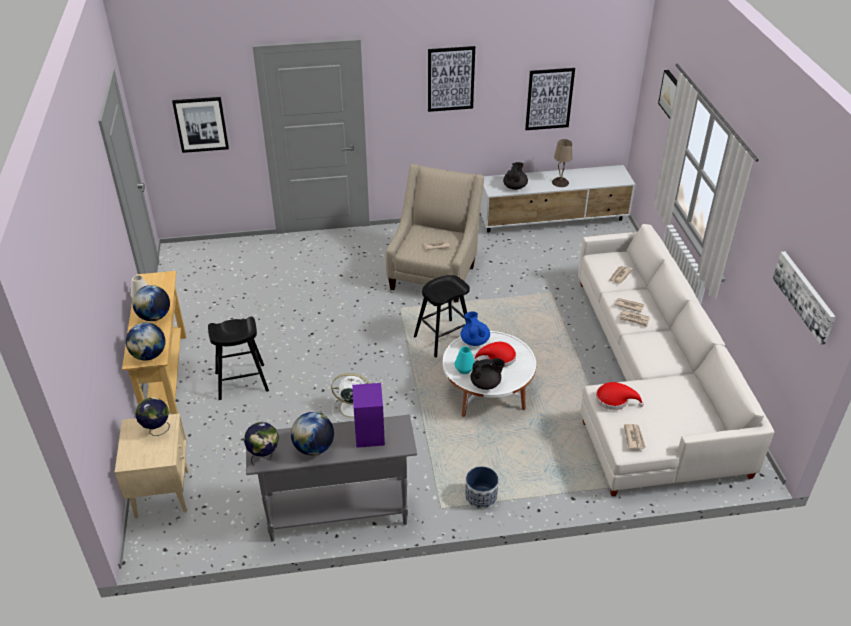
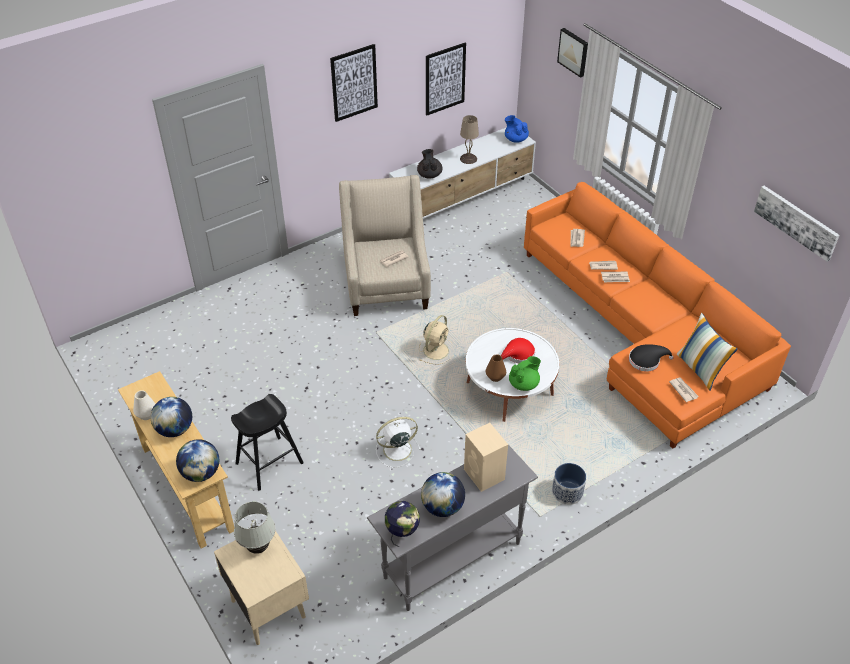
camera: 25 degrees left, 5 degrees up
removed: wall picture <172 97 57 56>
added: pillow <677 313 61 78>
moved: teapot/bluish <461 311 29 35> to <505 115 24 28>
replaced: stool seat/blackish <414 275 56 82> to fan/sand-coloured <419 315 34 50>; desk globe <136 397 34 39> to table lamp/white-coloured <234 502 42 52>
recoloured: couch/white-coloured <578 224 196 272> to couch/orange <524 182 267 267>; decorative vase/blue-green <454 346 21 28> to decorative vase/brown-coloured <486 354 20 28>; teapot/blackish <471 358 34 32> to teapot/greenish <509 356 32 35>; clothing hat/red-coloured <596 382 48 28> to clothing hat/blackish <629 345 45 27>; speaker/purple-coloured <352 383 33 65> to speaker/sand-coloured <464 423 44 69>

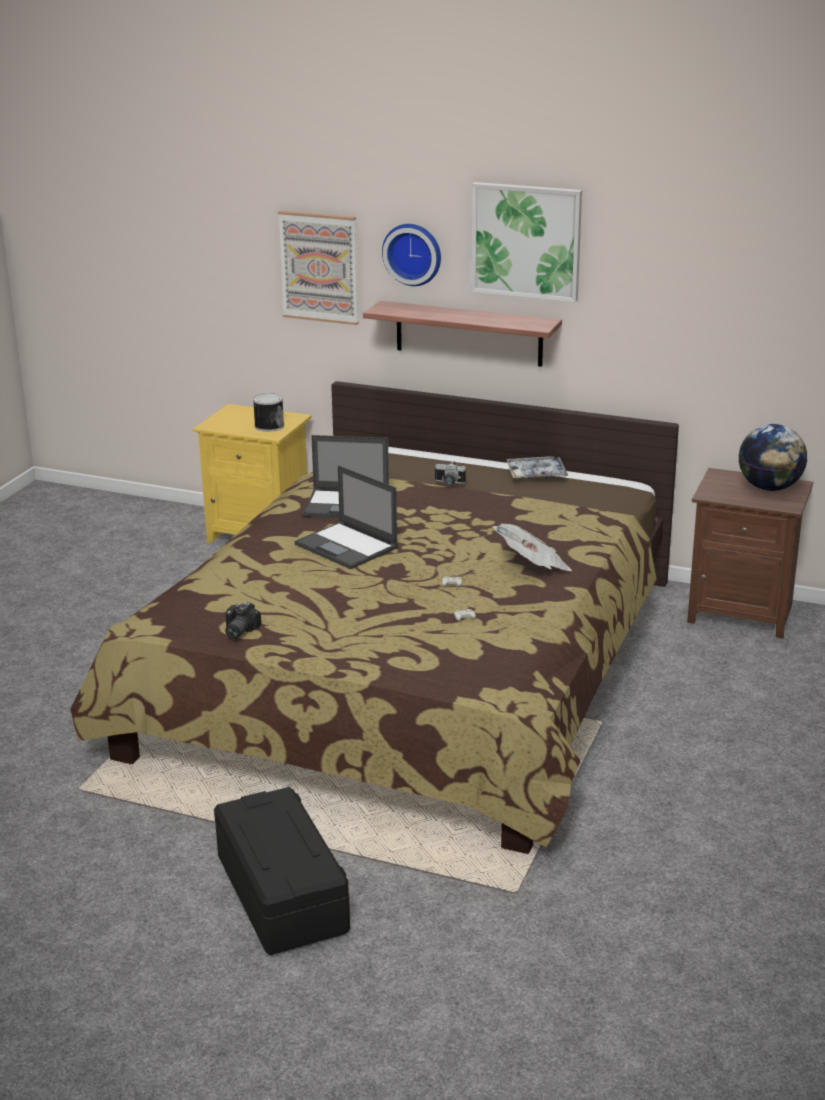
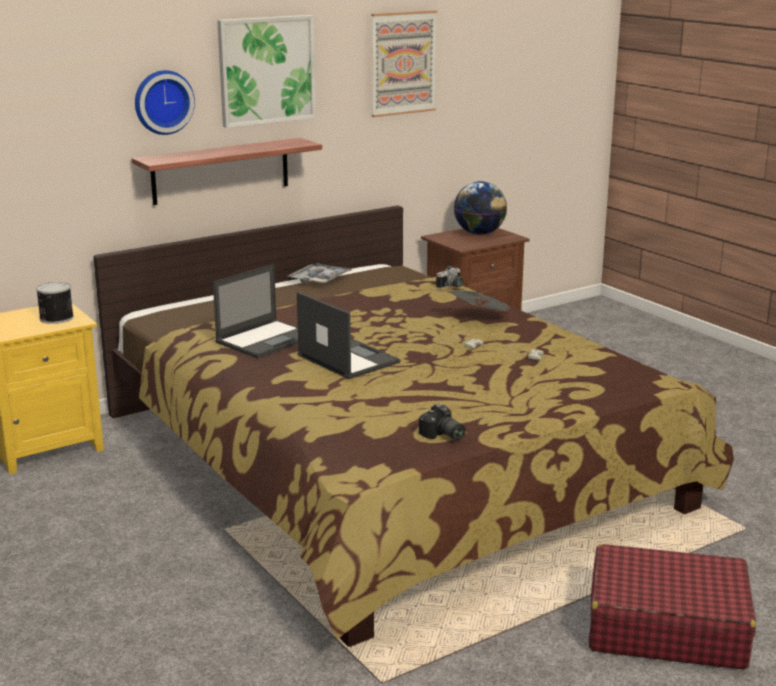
camera: 55 degrees left, 5 degrees down
moved: wall picture <278 211 81 114> to <371 10 66 107>; still camera <435 461 31 25> to <436 266 28 23>
replaced: storage box/blackish <214 787 136 168> to suitcase/red-coloured <589 544 167 126>
turned: notebook computer <294 465 104 104> = <297 292 104 87> 120 degrees counterclockwise

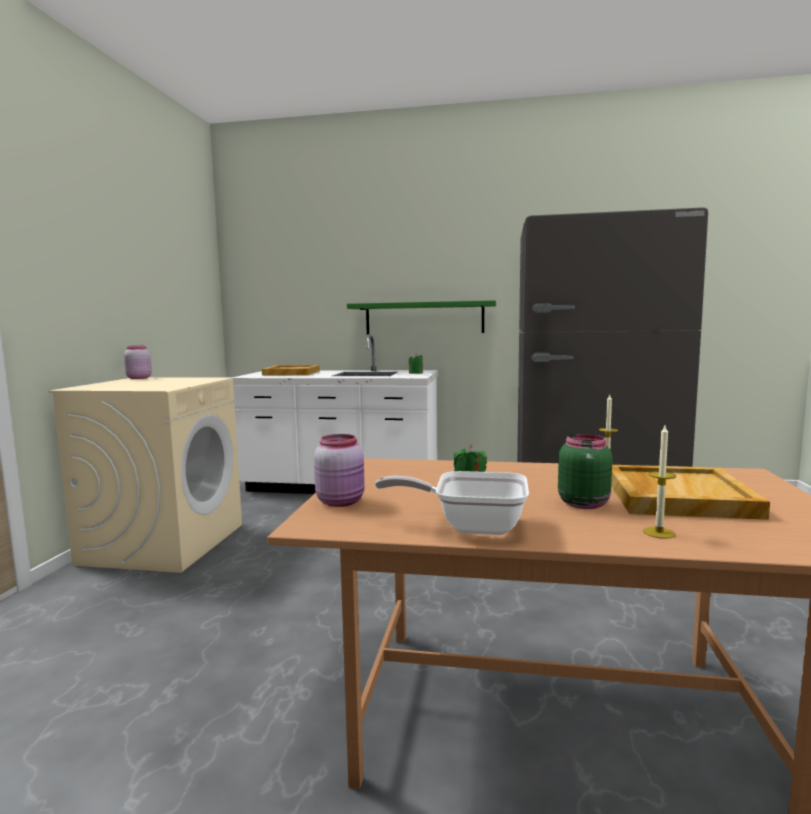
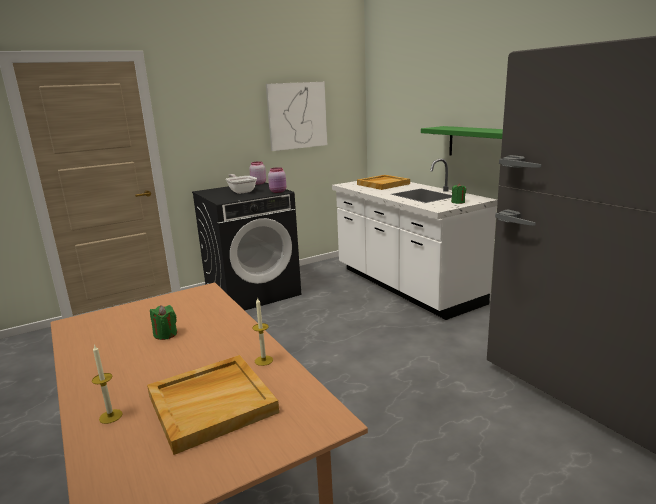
camera: 50 degrees right, 10 degrees up
removed: preserve jar/greenish <558 434 55 75>
added: wall picture <266 82 61 69>
moved: preserve jar/pink <314 434 51 73> to <268 167 18 26>; frying pan <375 471 154 64> to <226 174 31 20>
recoloured: washing machine/sand-coloured <49 377 193 196> to washing machine/blackish <192 182 109 128>

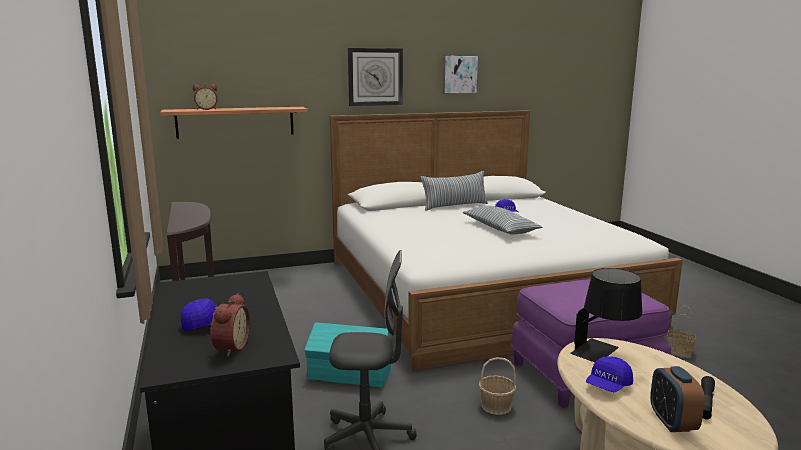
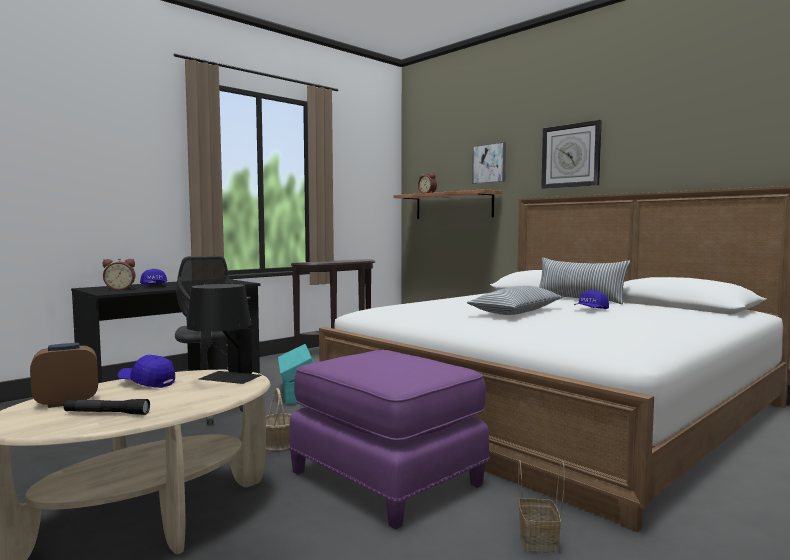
camera: 65 degrees right, 10 degrees down
moved: wall picture <443 55 36 39> to <472 142 34 42>

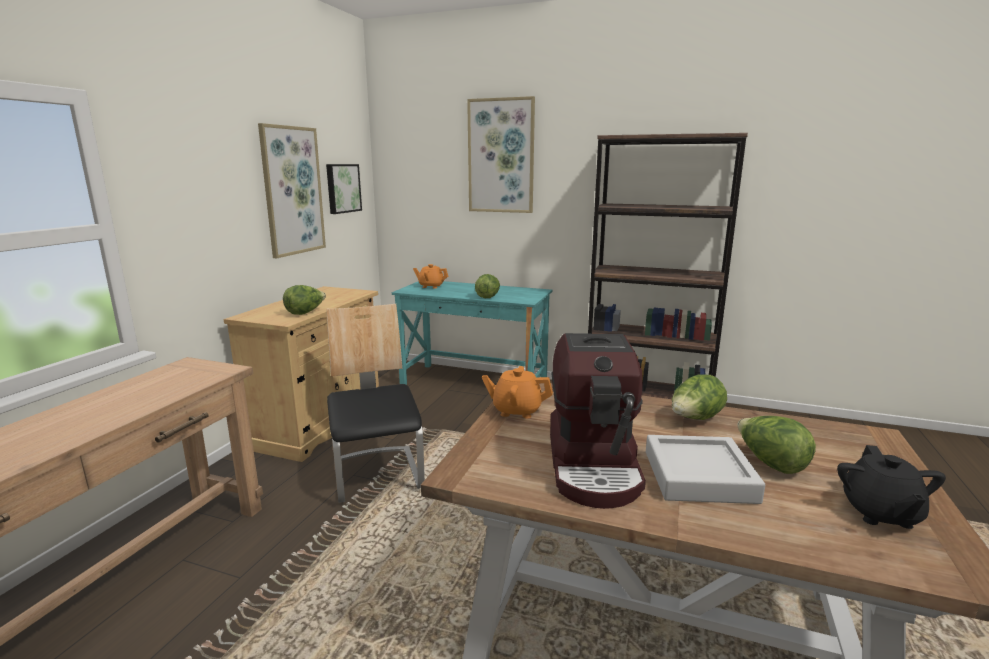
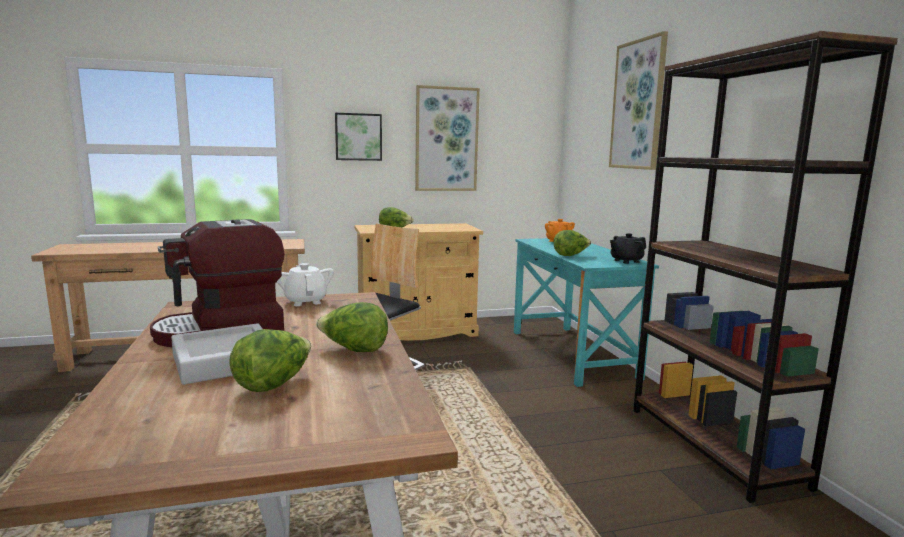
camera: 55 degrees right, 5 degrees down
moved: wall picture <326 164 36 50> to <335 113 47 48>; teapot/blackish <837 445 109 84> to <610 233 36 31>
recoloured: teapot/orange <482 366 71 52> to teapot/white-coloured <277 263 57 43>

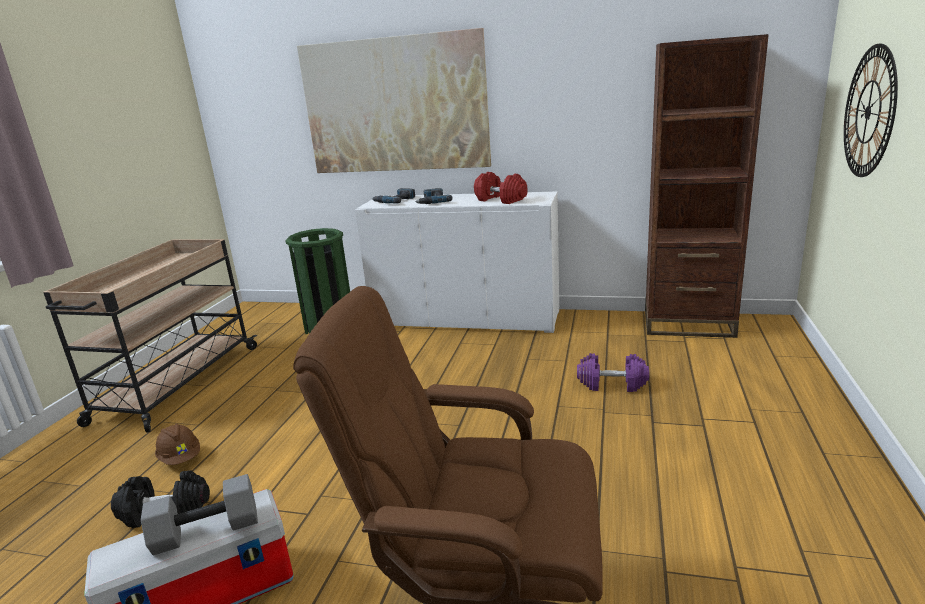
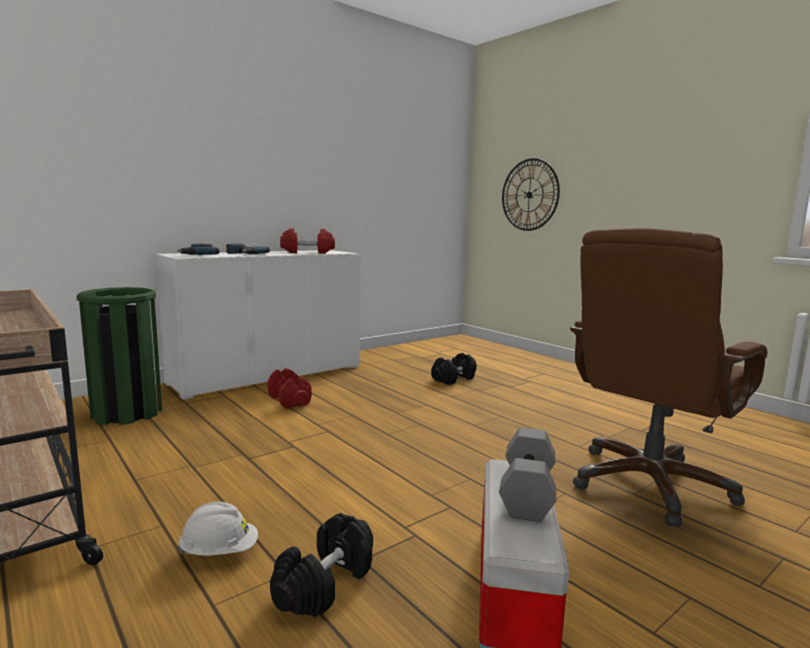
camera: 55 degrees left, 10 degrees down
removed: wall picture <297 28 194 145>; shelving unit/brown-coloured <645 34 124 304>
added: free weight/red-coloured <268 368 44 41>
recoloured: free weight/purple-coloured <577 353 72 39> to free weight/blackish <431 353 46 32>; work helmet/brown-coloured <155 424 45 41> to work helmet/white-coloured <178 502 80 54>

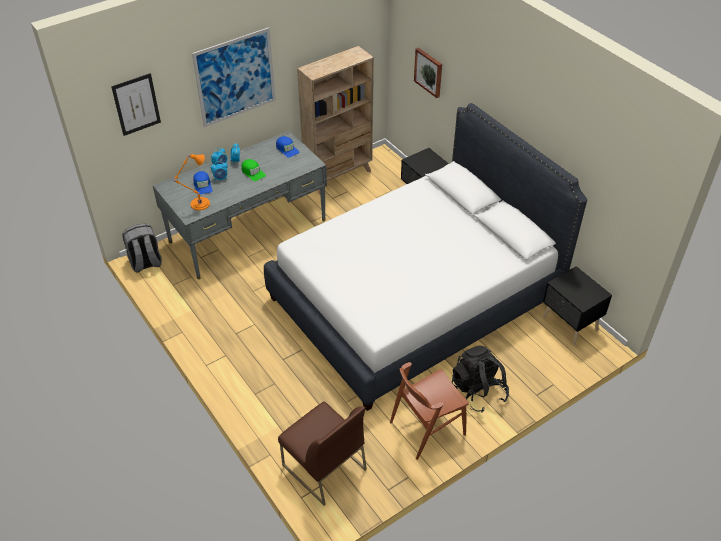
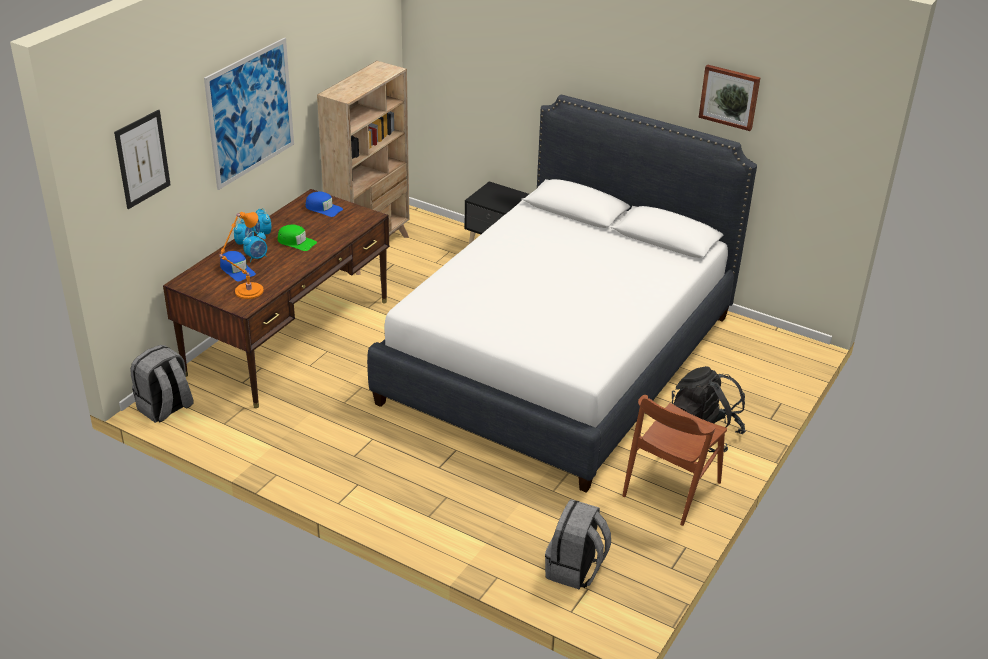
camera: 25 degrees left, 10 degrees down
removed: night table/blackish <542 266 70 79>
moved: wall picture <414 47 28 51> to <698 64 63 67>
replaced: chair/brown-coloured <278 402 89 104> to rucksack/gray <545 499 66 91>
recoloured: desk unit/gray <153 131 174 148> to desk unit/brown-coloured <163 189 226 219>

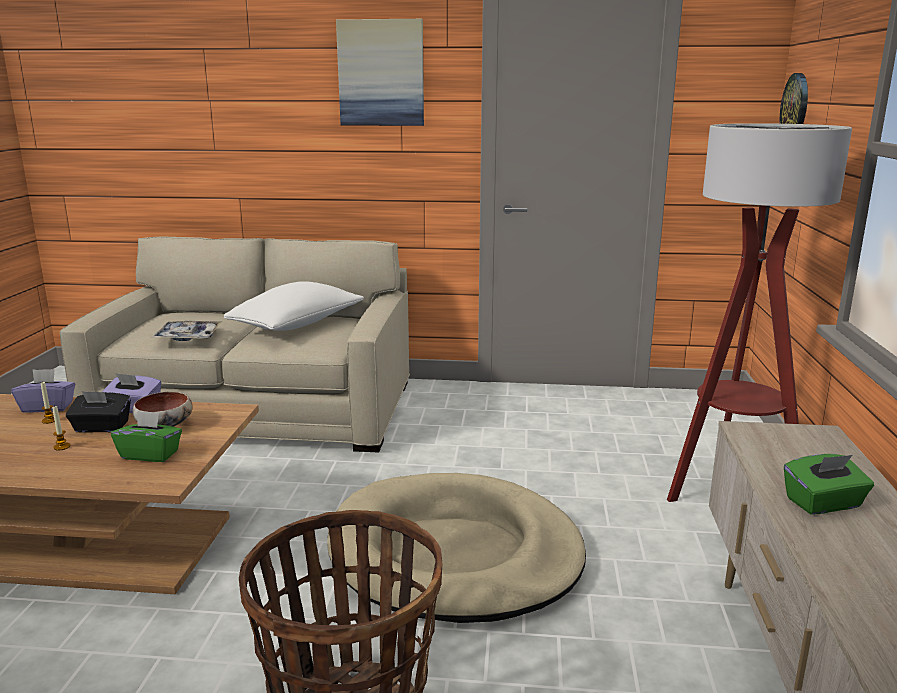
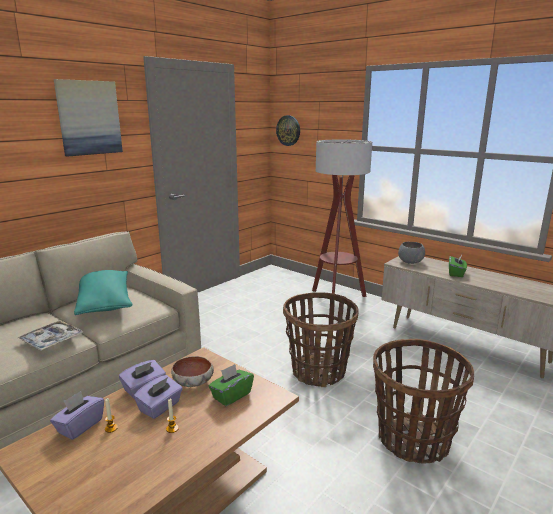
camera: 55 degrees left, 0 degrees up
added: deep dish/gray <398 242 27 22>
replaced: pet bed/sand-coloured <327 473 259 150> to household basket <283 292 76 95>
recoloured: pillow/white-coloured <224 281 140 50> to pillow/blue-green <74 270 58 45>; tissue holder/blackish <66 391 65 42> to tissue holder/purple-coloured <134 375 49 44>

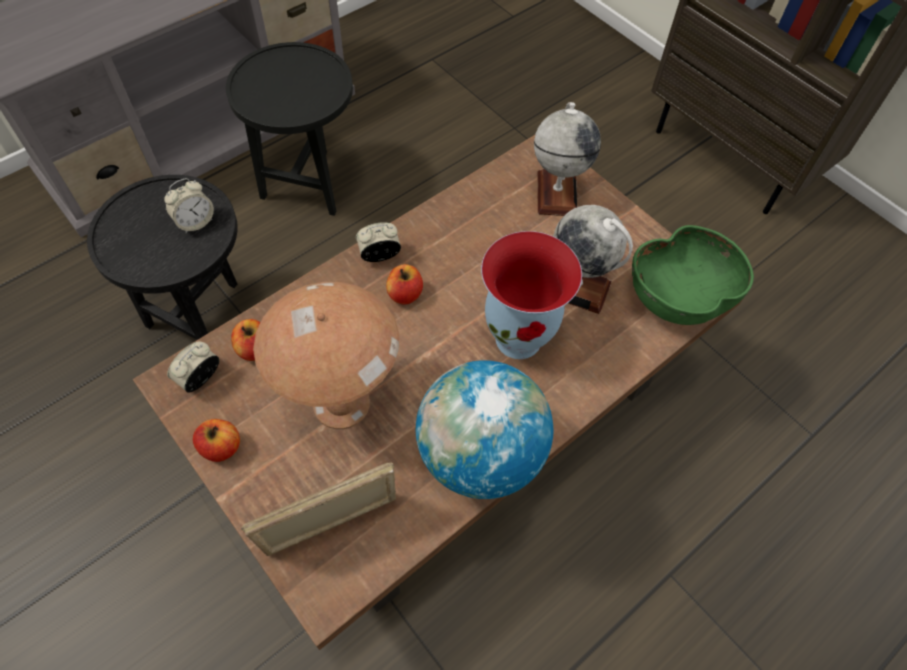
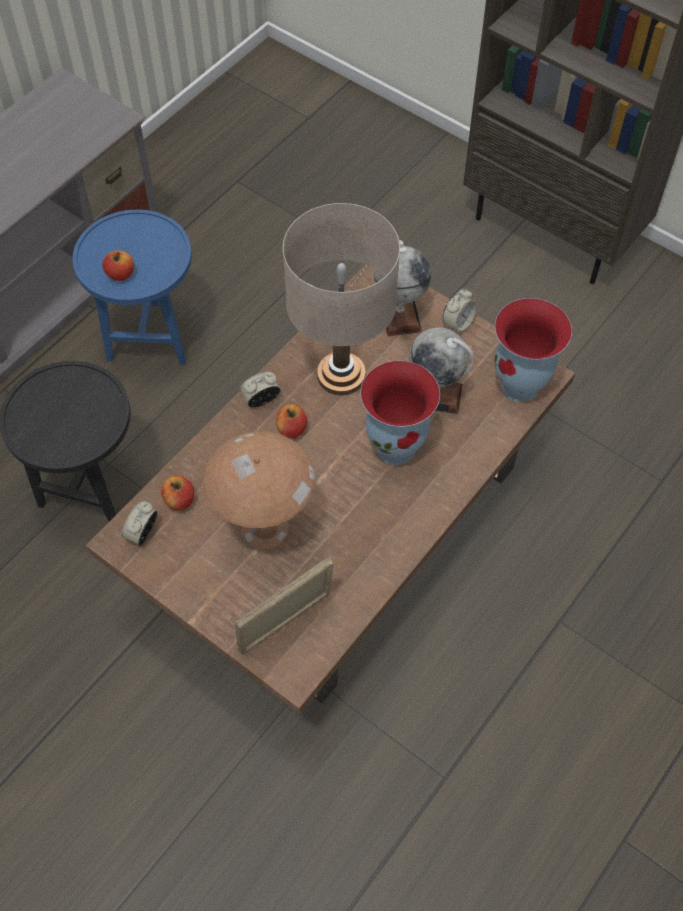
camera: 10 degrees left, 0 degrees up
removed: desk globe <416 360 137 139>
added: table lamp/sand-coloured <283 203 117 192>
moved: alarm clock <164 178 50 55> to <443 288 34 45>; apple fruit <193 419 47 43> to <102 250 32 31>
replaced: deep dish/greenish <632 225 122 100> to decorative vase <495 298 77 104>
recoloured: accent table/blackish <226 42 127 174> to accent table/bluish <73 210 119 155>

